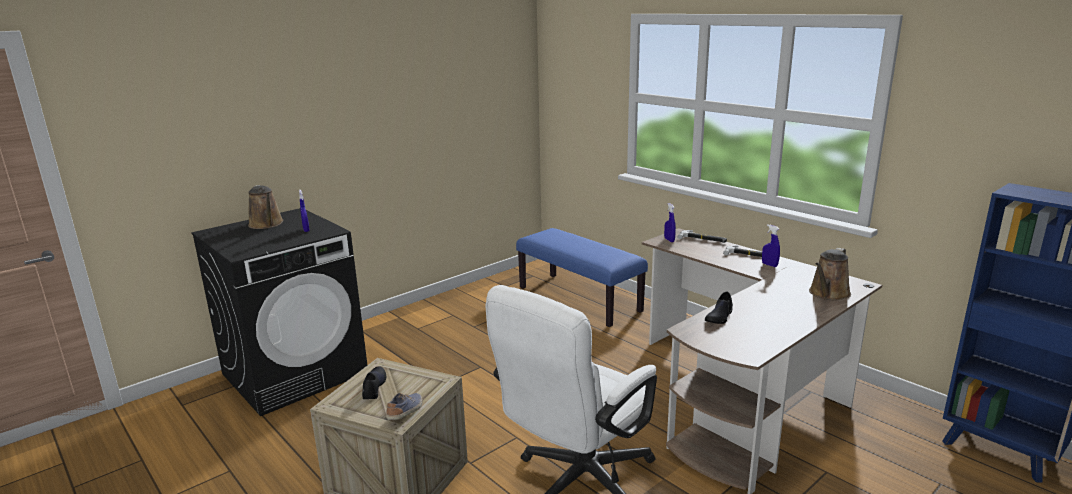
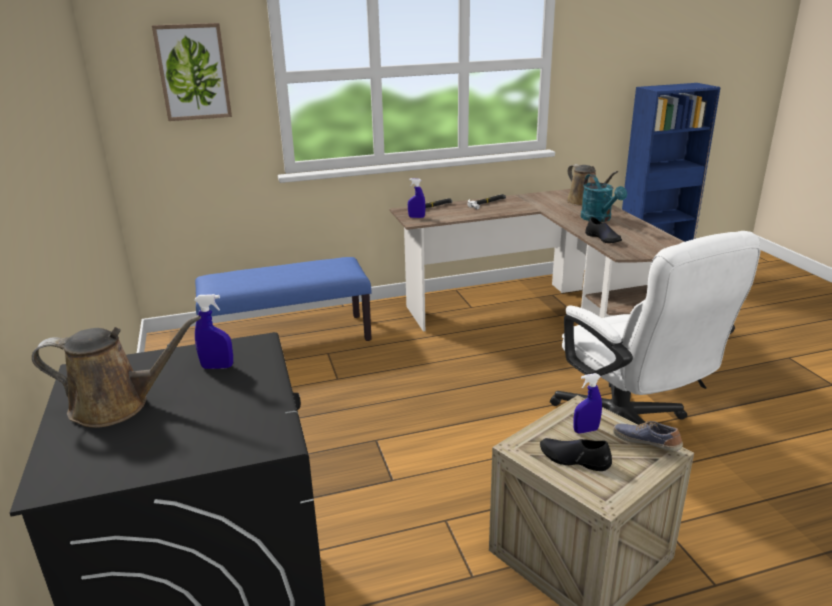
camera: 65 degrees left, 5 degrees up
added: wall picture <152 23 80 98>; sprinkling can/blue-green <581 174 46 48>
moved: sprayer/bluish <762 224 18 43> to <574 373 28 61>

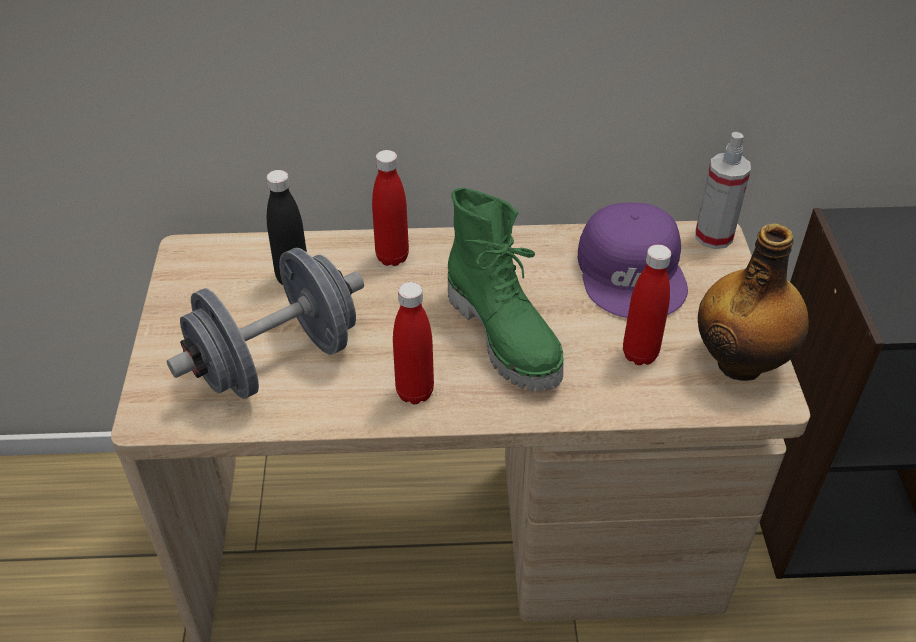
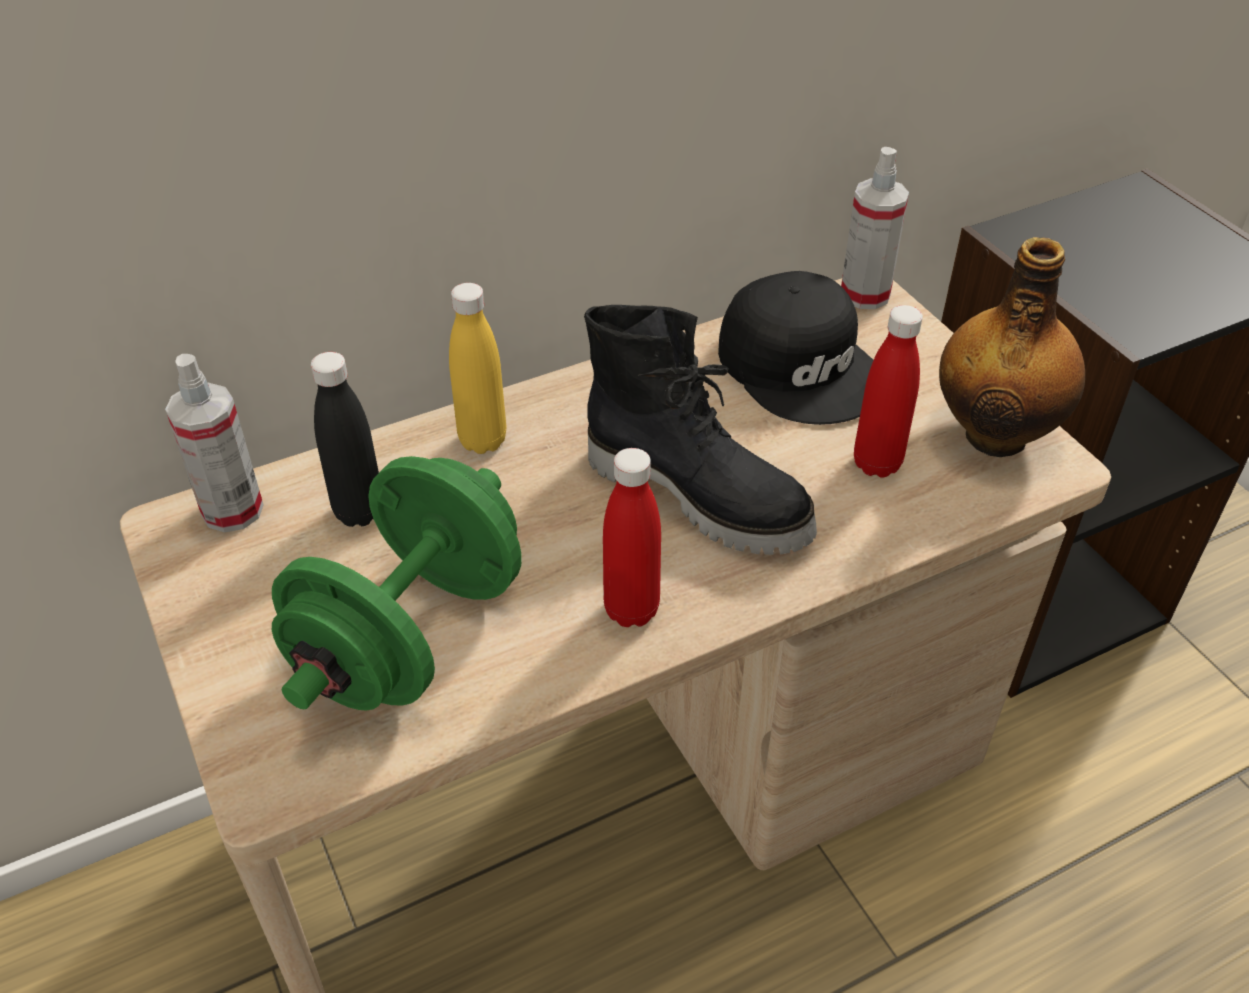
camera: 25 degrees left, 0 degrees up
added: sprayer <165 354 99 179>
recoloured: bottle/red-coloured <372 150 37 116> to bottle/yellow-coloured <449 283 57 171>; tall boot/greenish <448 188 115 204> to tall boot/blackish <584 305 233 250>; peaked cap/purple-coloured <578 203 110 115> to peaked cap/blackish <718 271 155 154>; free weight/gray <167 248 197 151> to free weight/greenish <272 456 250 255>

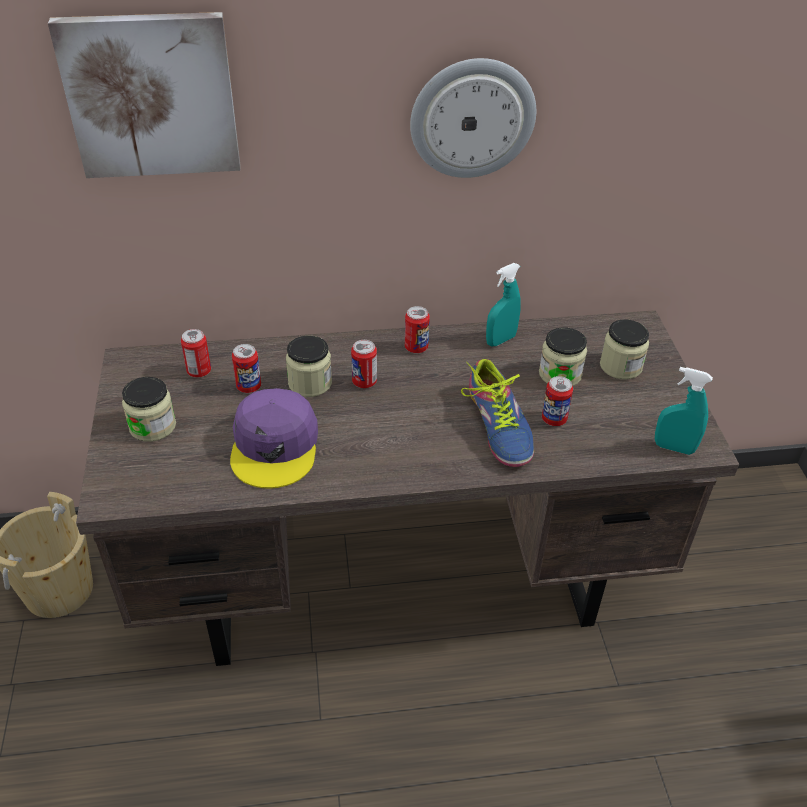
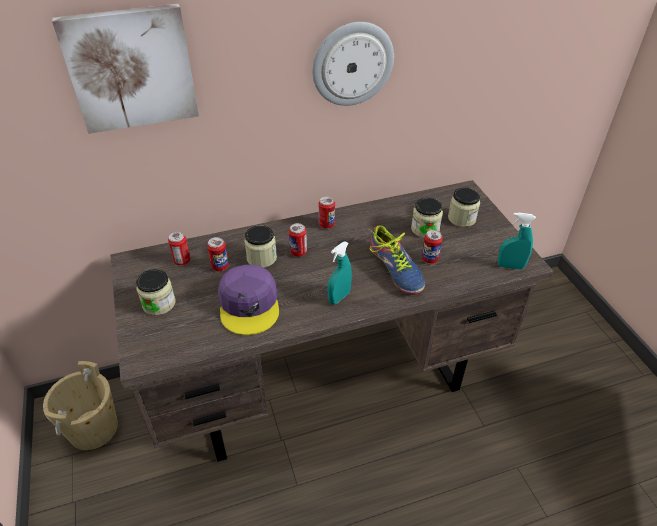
camera: 10 degrees left, 0 degrees up
moved: sprayer/blue-green <486 263 35 83> to <327 241 25 64>

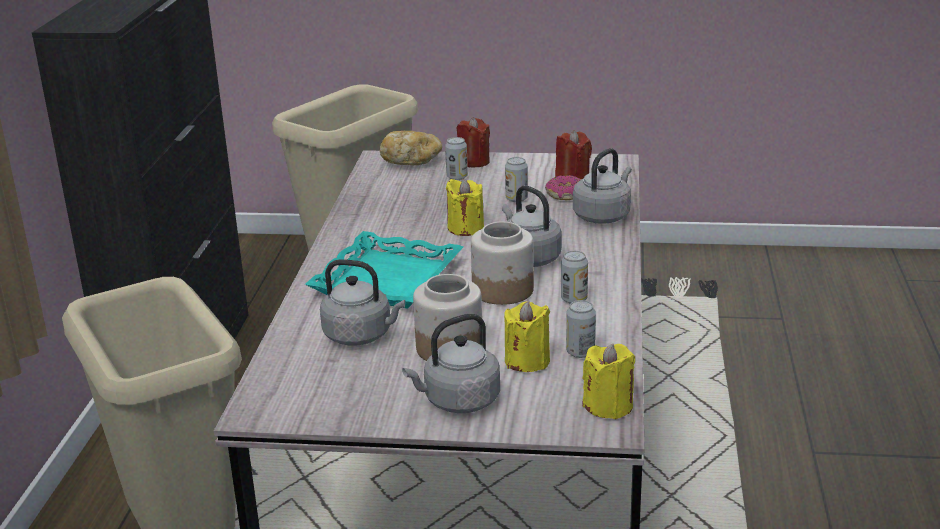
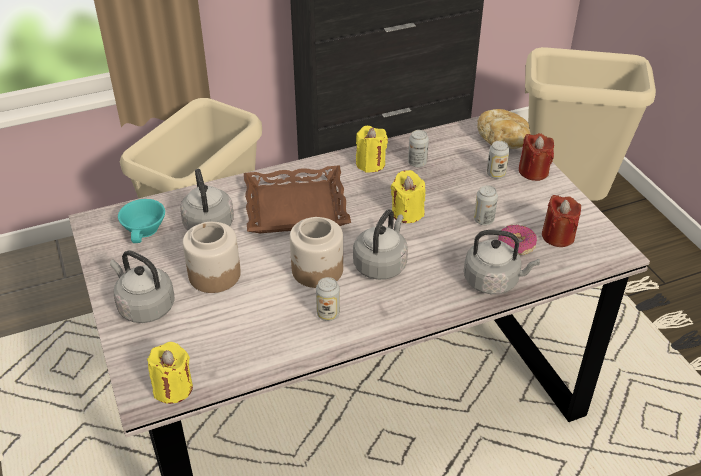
camera: 60 degrees right, 15 degrees up
added: cup/blue-green <118 199 47 44>
moved: metal can <566 300 30 58> to <408 130 21 37>; wax candle/yellow-coloured <504 301 46 71> to <356 126 32 47>
recoloured: serving tray/blue-green <305 231 158 78> to serving tray/brown-coloured <244 166 107 67>

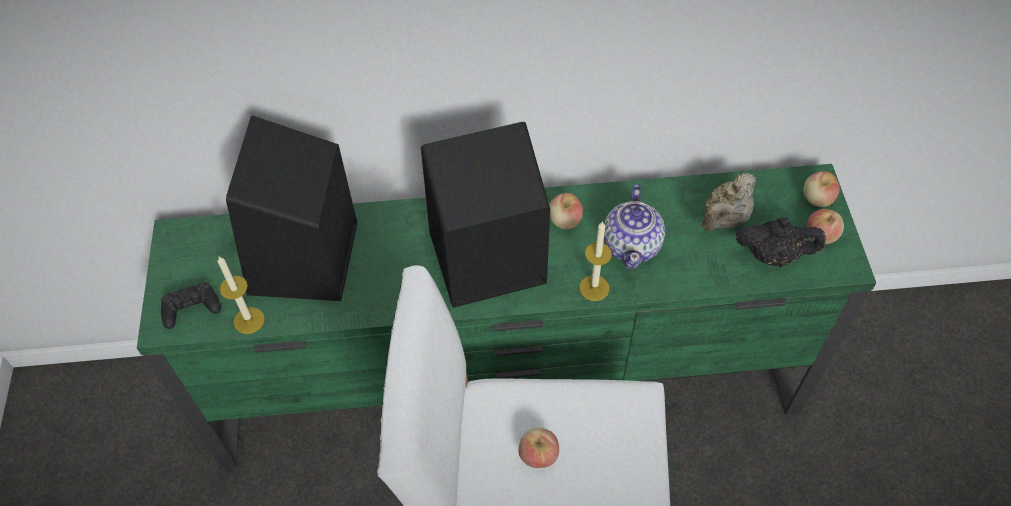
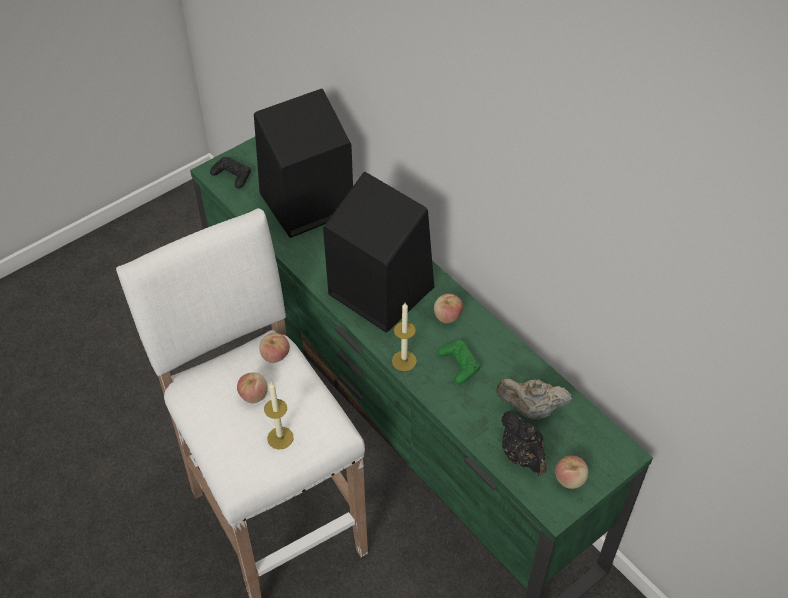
camera: 55 degrees right, 5 degrees down
moved: apple fruit <803 171 37 36> to <259 333 31 30>; wax candle <218 256 47 78> to <264 382 30 68>
replaced: teapot <604 184 61 85> to joypad/greenish <437 340 43 44>

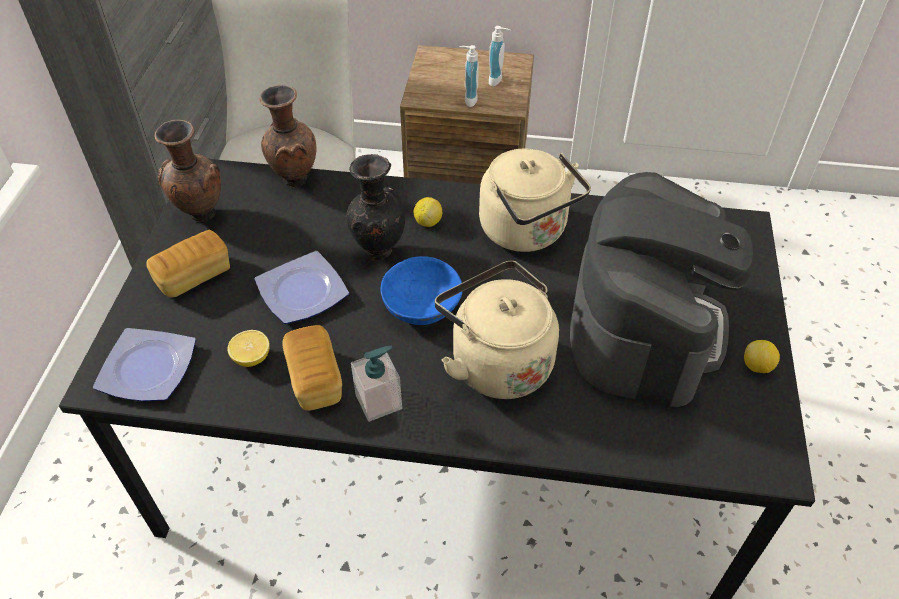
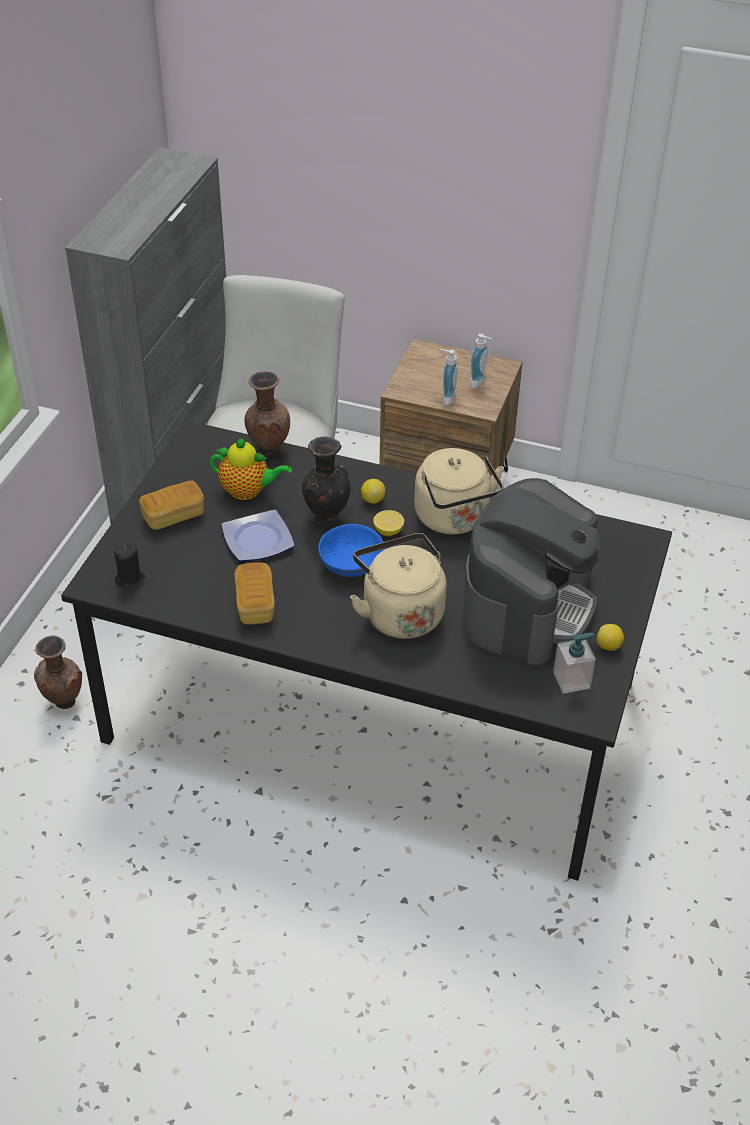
camera: 10 degrees right, 5 degrees down
added: teapot <210 438 82 62>
moved: decorative vase/brown-coloured <154 120 67 102> to <34 635 48 74>; lemon <228 330 42 37> to <373 510 31 26>; soap bottle <351 346 51 76> to <553 633 43 61>
replaced: plate <93 328 103 73> to wax candle/blackish <114 541 31 49>

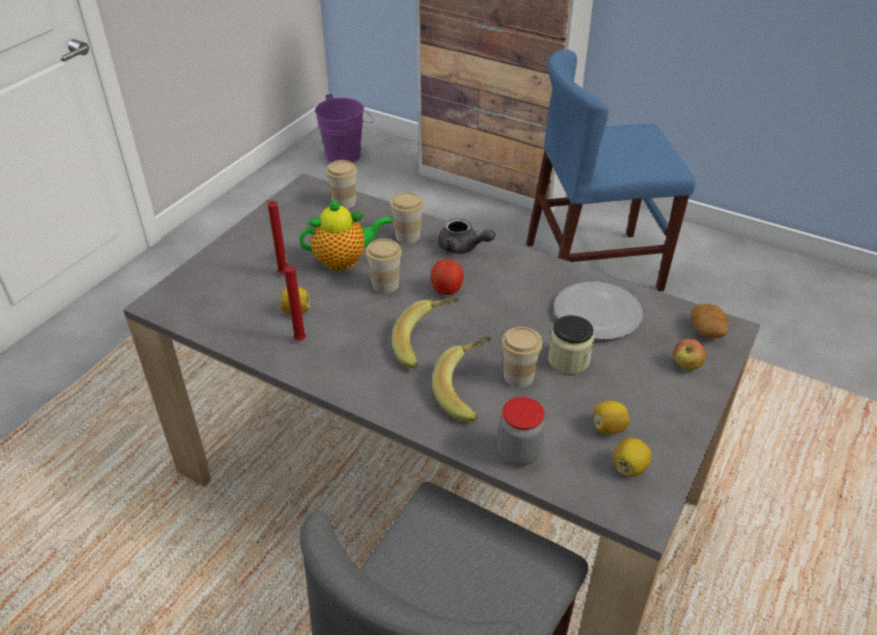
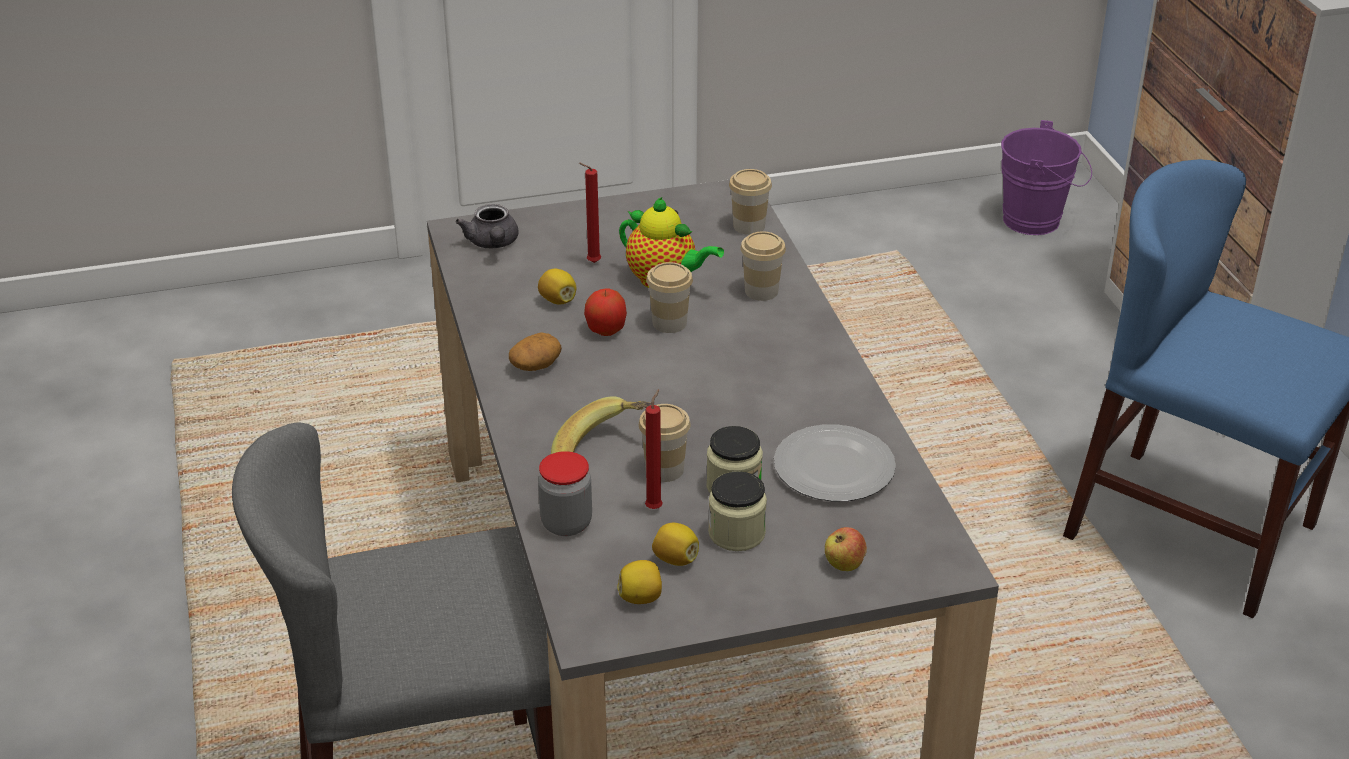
camera: 45 degrees right, 5 degrees down
removed: whole banana <392 297 67 71>
added: preserve jar <708 471 59 80>
moved: teapot/gray <438 218 57 36> to <456 204 63 44>; wax candle/red-coloured <284 253 22 88> to <645 389 18 120>; apple fruit <431 259 33 36> to <584 288 43 48>; potato <691 304 37 34> to <509 332 53 39>

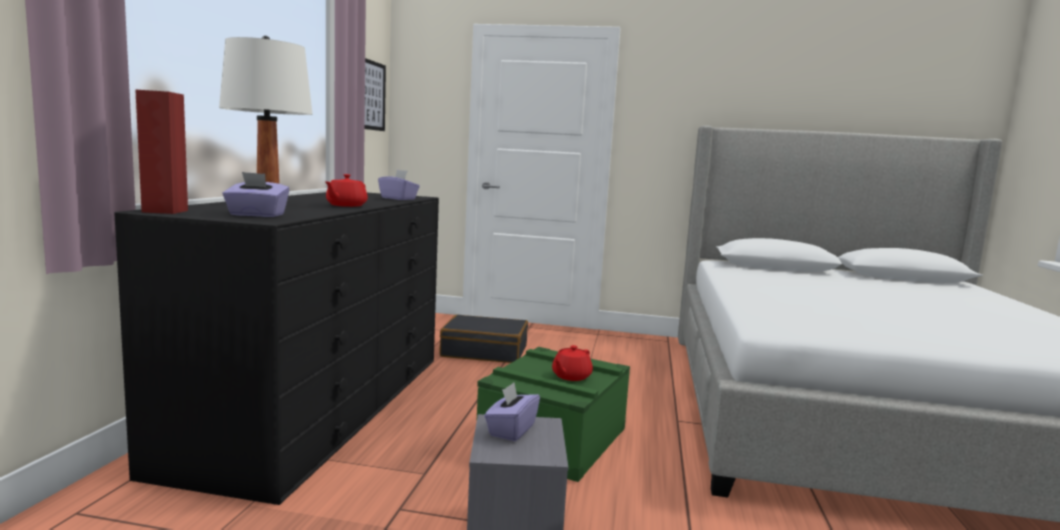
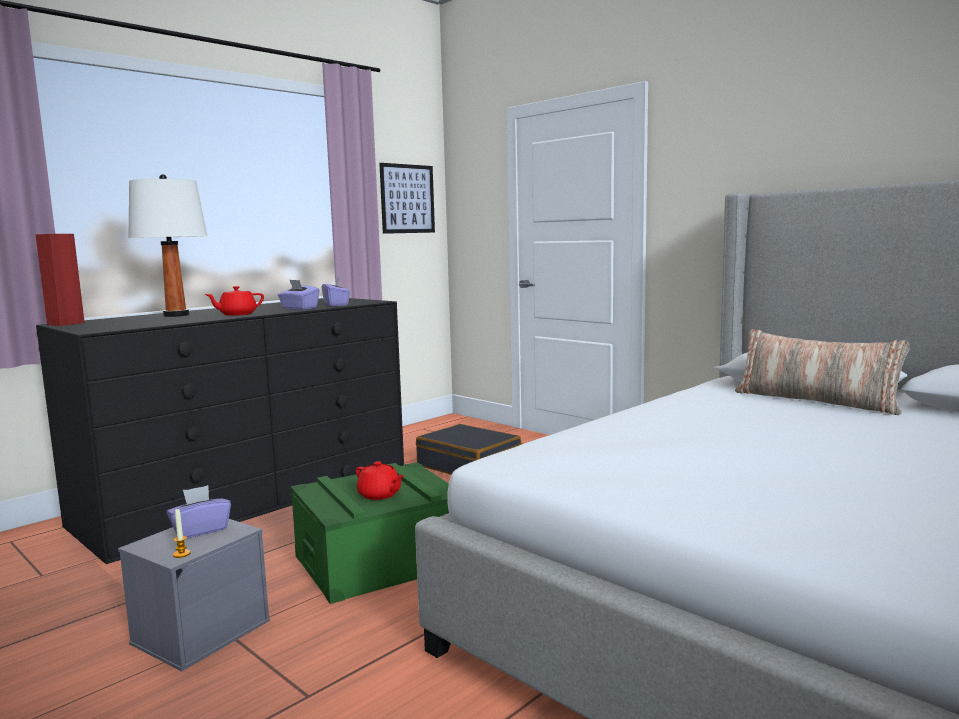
camera: 35 degrees right, 0 degrees up
added: pillow <735 329 175 86>; wax candle <173 509 18 49>
moved: tissue holder/purple-coloured <223 172 67 45> to <278 280 41 30>
turned: teapot/red-coloured <552 345 41 36> = <356 461 48 39> 120 degrees counterclockwise

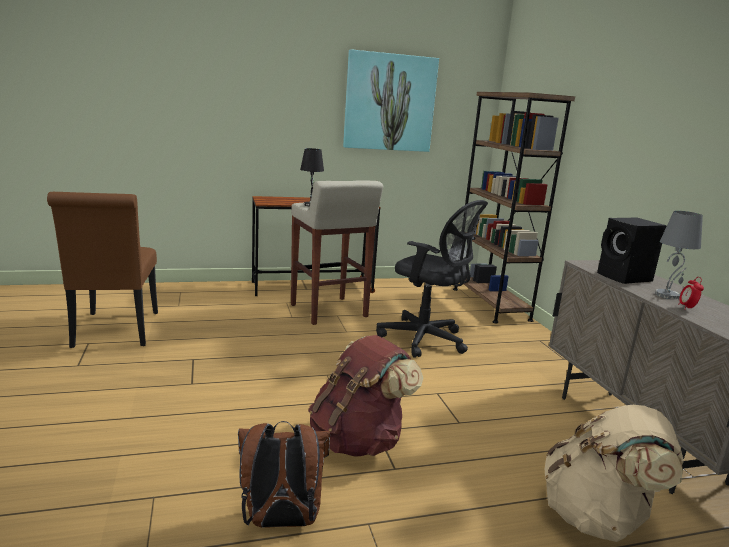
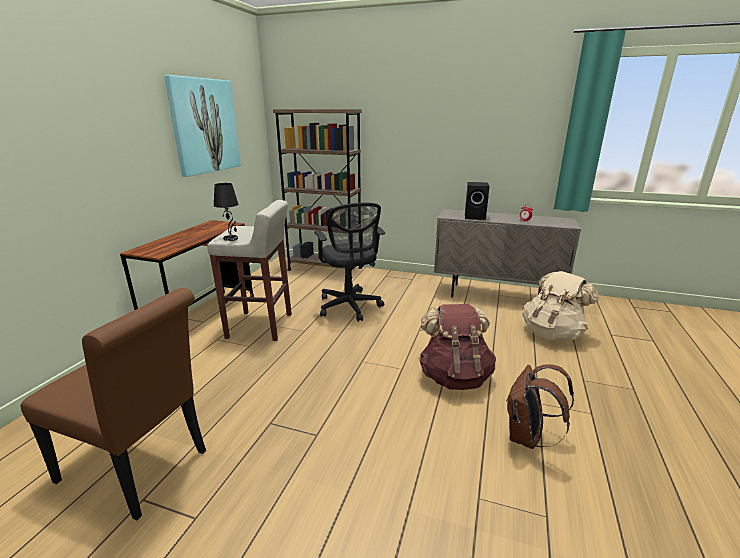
camera: 55 degrees left, 5 degrees up
removed: table lamp/gray <655 211 48 88>
turned: office chair/blackish <376 200 112 158> = <314 202 71 120> 90 degrees clockwise

